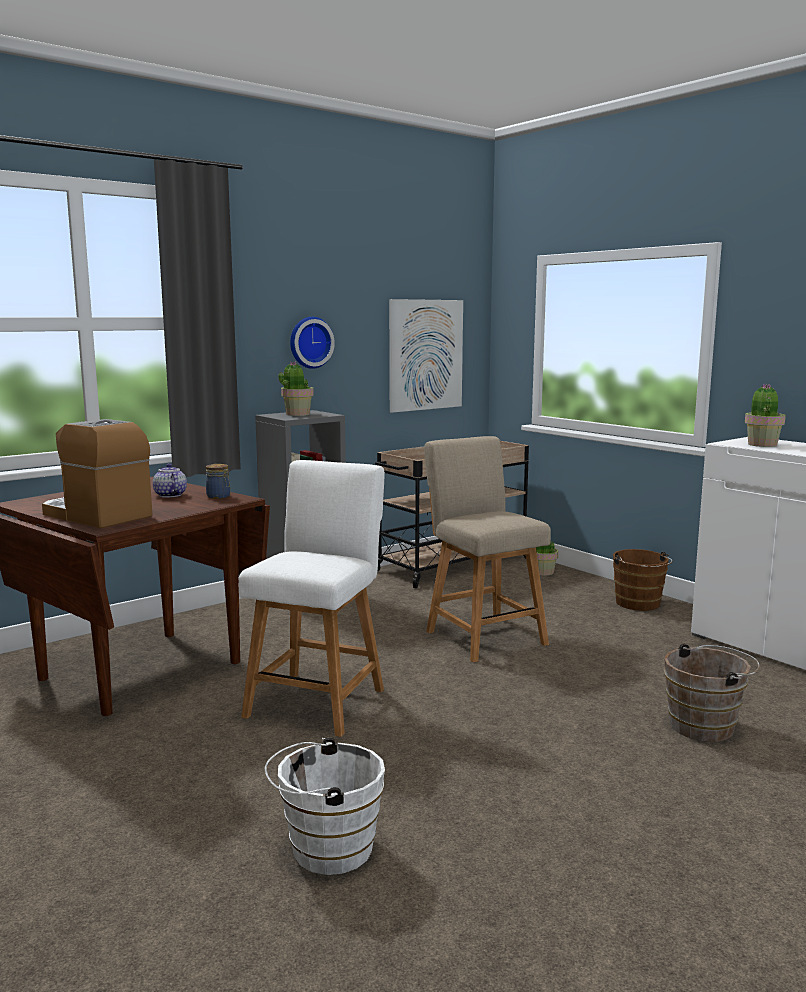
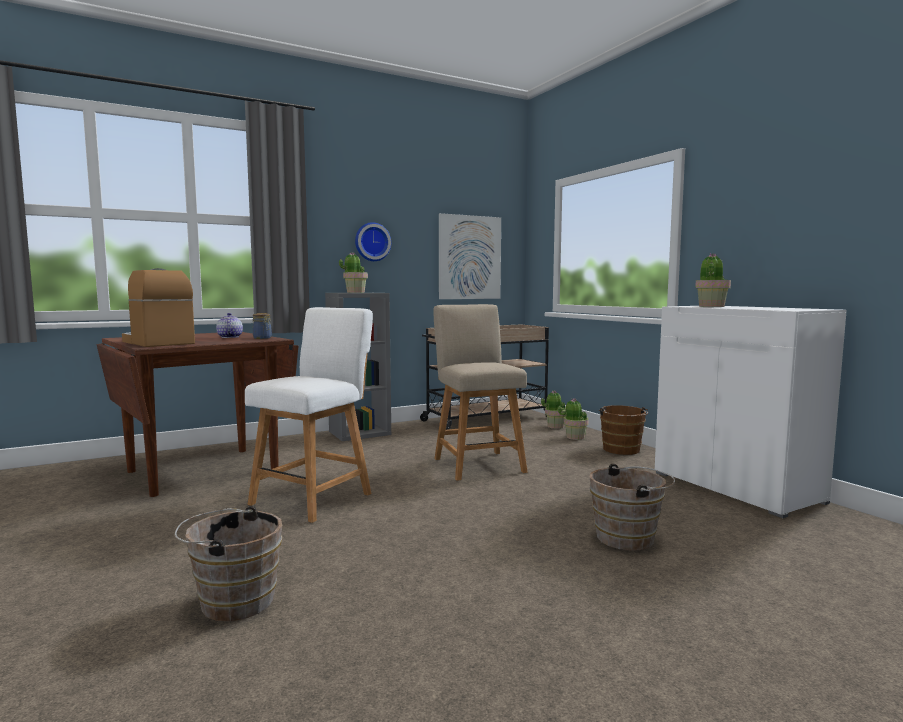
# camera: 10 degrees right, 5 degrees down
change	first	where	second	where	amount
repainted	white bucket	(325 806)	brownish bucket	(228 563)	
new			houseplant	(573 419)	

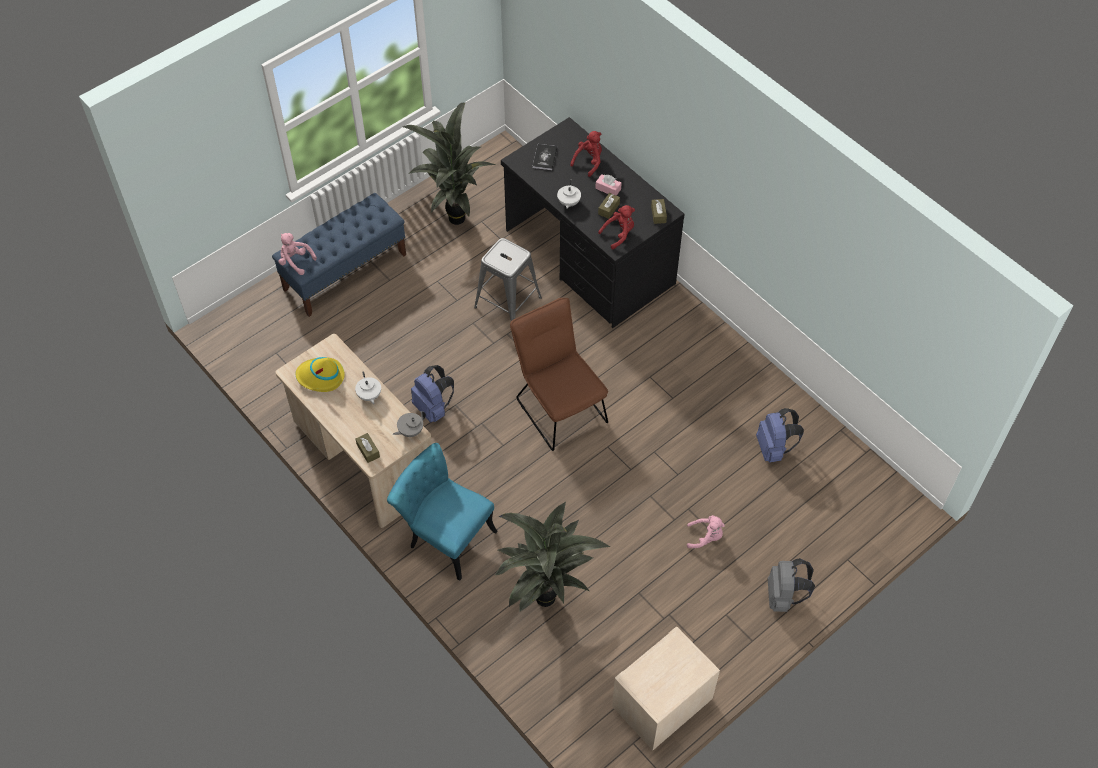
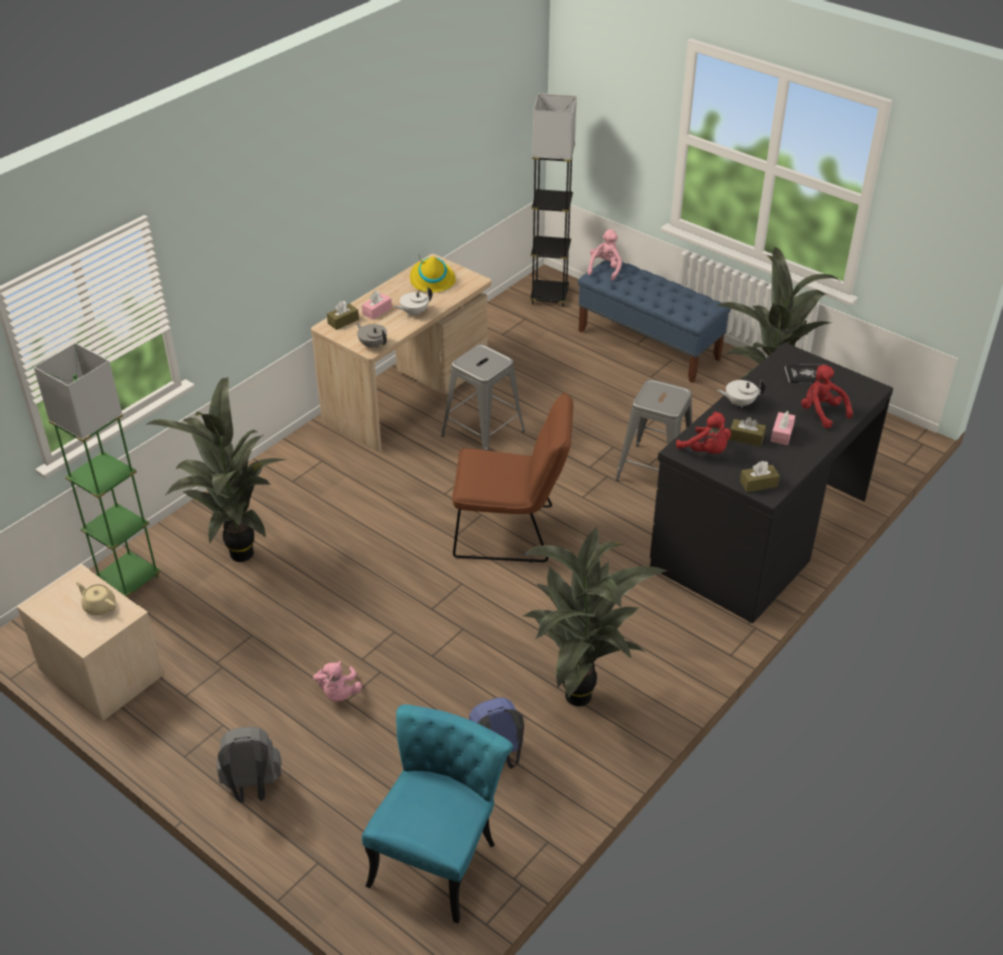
# camera: 80 degrees right, 15 degrees down
change	first	where	second	where	amount
rotated	red soft toy	(586 154)		(827 397)	150 degrees counterclockwise
rotated	brownish chair	(559 374)		(512 478)	45 degrees clockwise
swapped	bluish rucksack	(432 394)	grey stool seat	(483 397)	
shifted	turquoise chair	(442 512)		(437 813)	
new			grey standing lamp	(553 200)	
new			pinkish box of tissues	(377 305)	
new			green-coloured standing lamp	(97 470)	
new			houseplant	(595 617)	
new			beige tea pot	(95 598)	

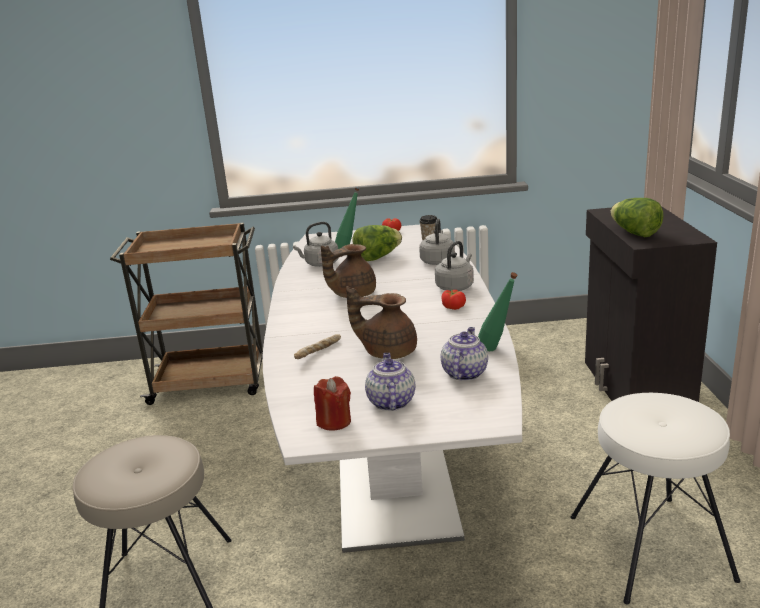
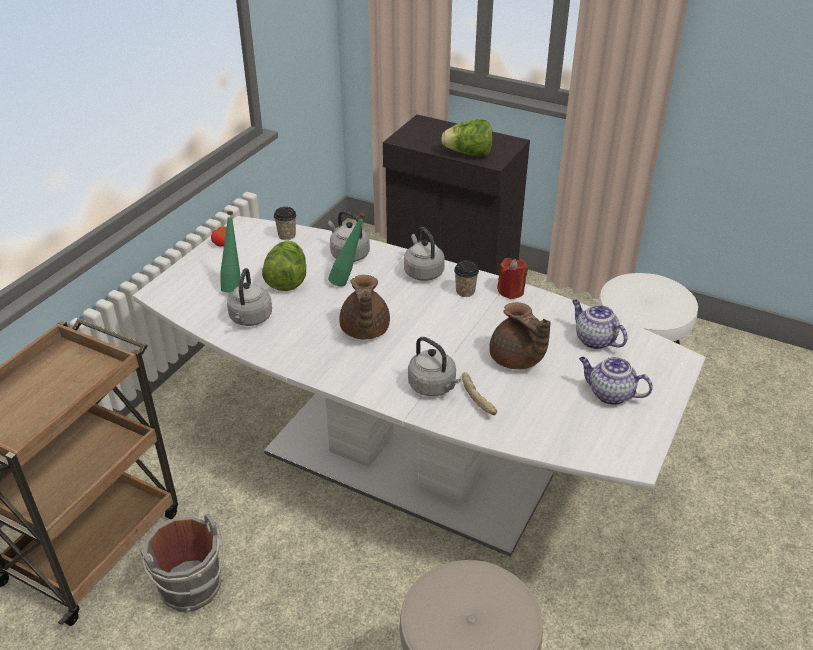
# camera: 60 degrees left, 15 degrees up
change	first	where	second	where	amount
shifted	green-coloured drink bottle	(498 311)		(347 250)	
rotated	brownish tea pot	(381 322)		(520 335)	75 degrees counterclockwise
swapped	fresh tomato	(454 300)	small cup	(466 279)	
shifted	red wax candle	(332 403)		(512 278)	
new			grey water kettle	(434 366)	
new			grey bucket	(182 563)	

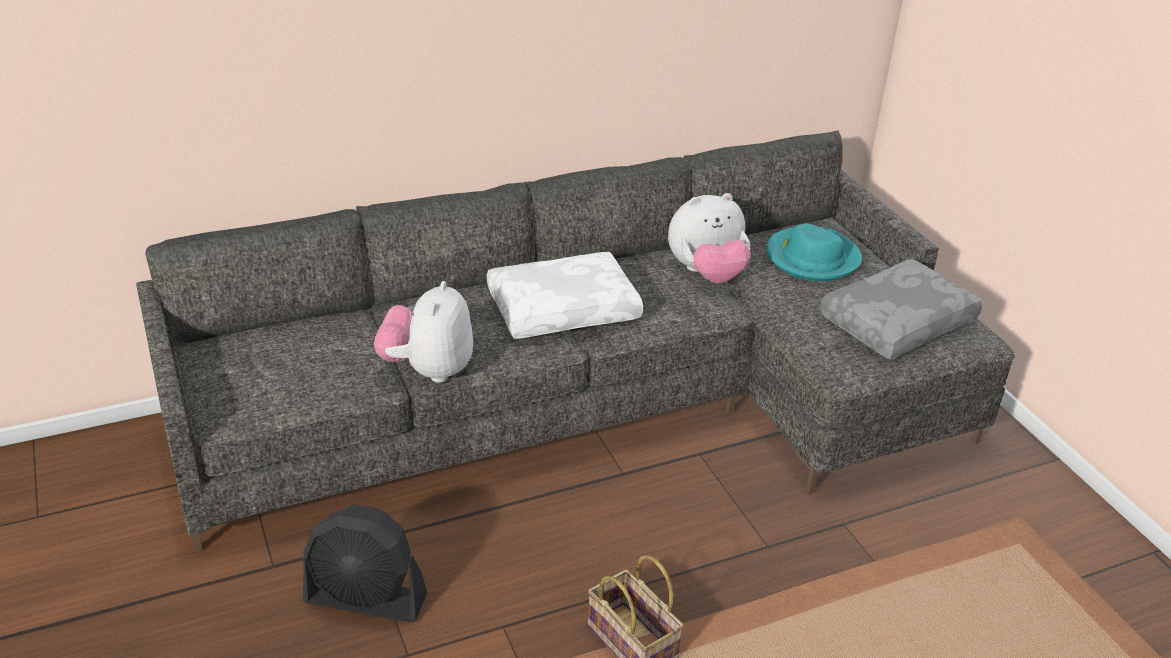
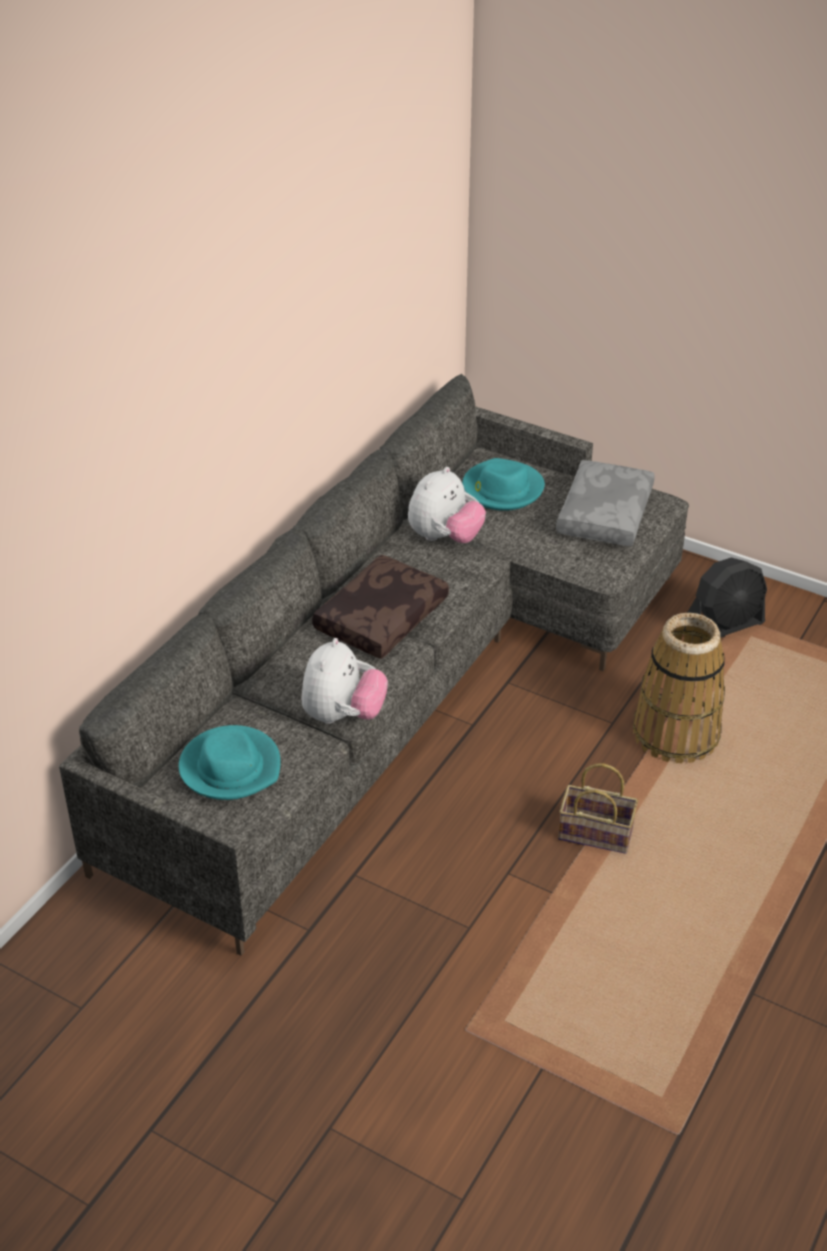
# camera: 35 degrees left, 5 degrees up
change	first	where	second	where	amount
repainted	white cushion	(565 295)	brownish cushion	(380 607)	
rotated	soft toy	(423 332)		(345 681)	135 degrees counterclockwise
shifted	black-coloured cooling fan	(365 563)		(725 600)	
new			storage basket	(679 688)	
new			turquoise wearable hat	(230 762)	

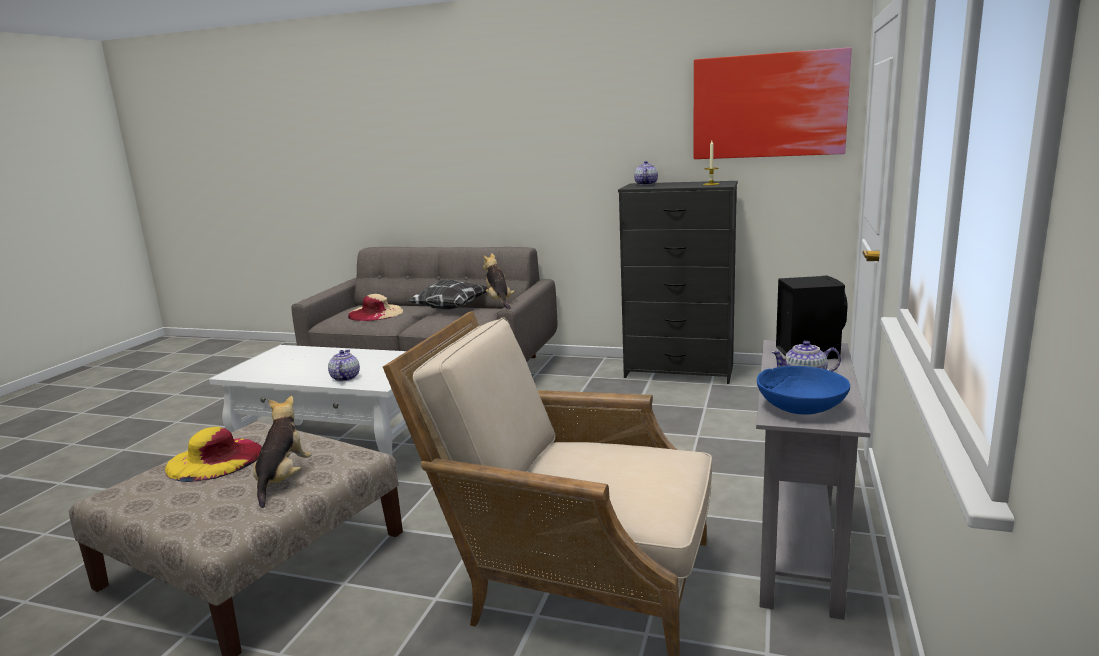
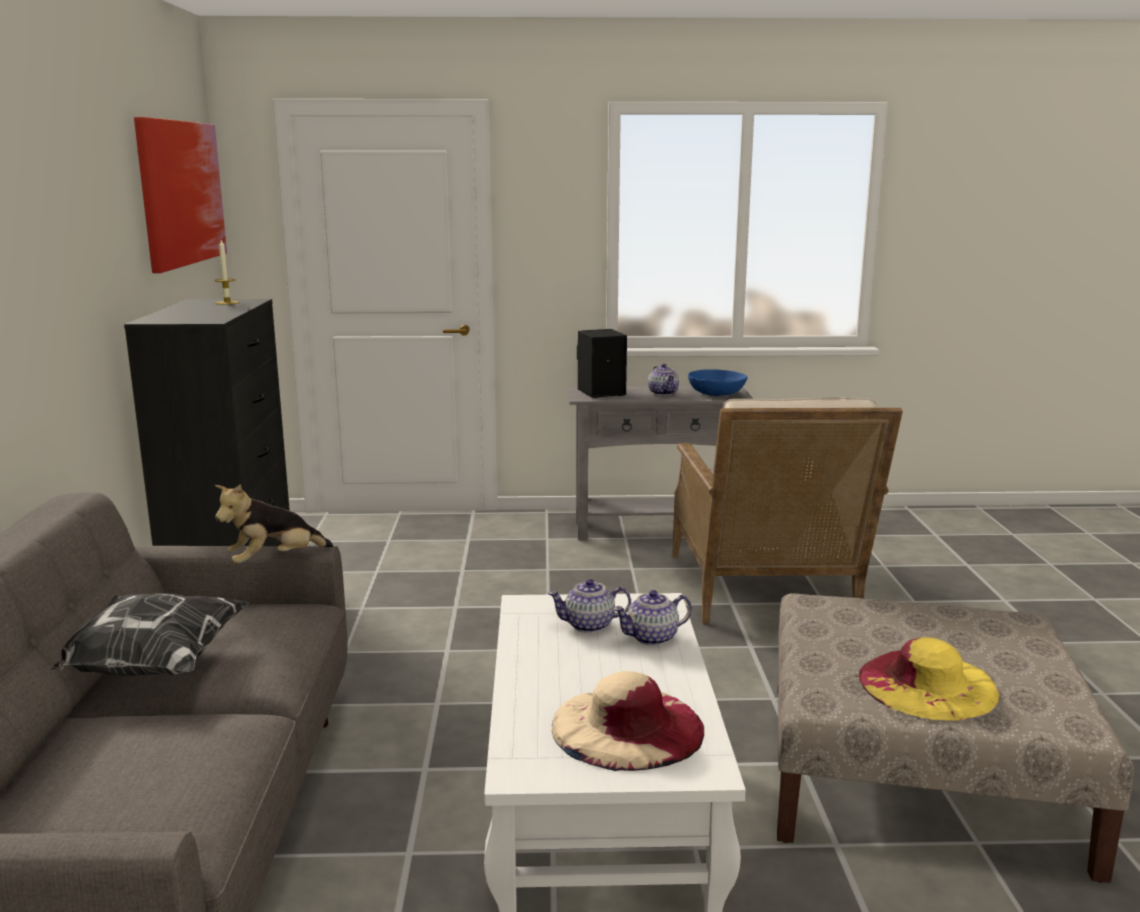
# camera: 110 degrees left, 0 degrees up
change	first	where	second	where	amount
shifted	tea pot	(646 173)		(589 606)	
shifted	beige wearable hat	(375 307)		(628 721)	
gone	soft toy	(282 452)			

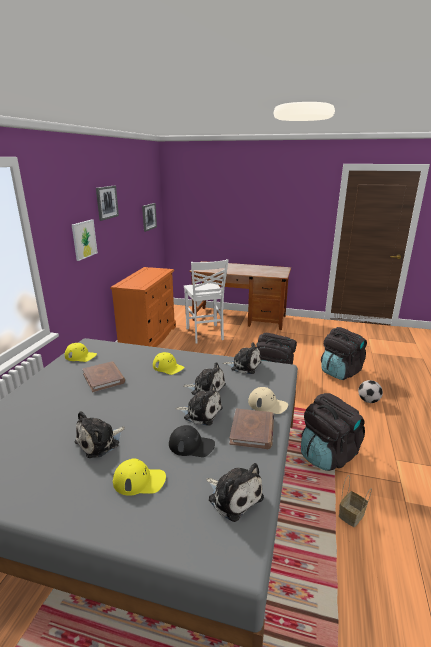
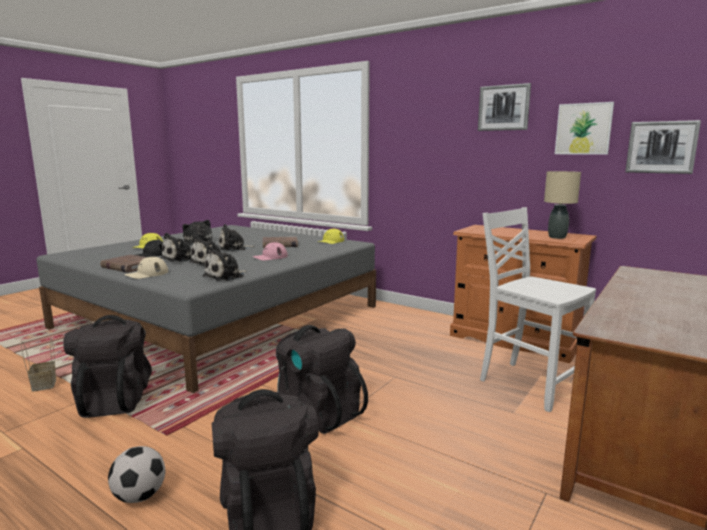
# camera: 110 degrees right, 10 degrees down
change	first	where	second	where	amount
shifted	picture	(85 240)		(584 128)	
rotated	white chair	(206 301)		(538 309)	45 degrees clockwise
repainted	yellow cap	(168 363)	pinkish cap	(270 251)	
shifted	soft toy	(235 492)		(236 237)	
new			beige table lamp	(562 205)	

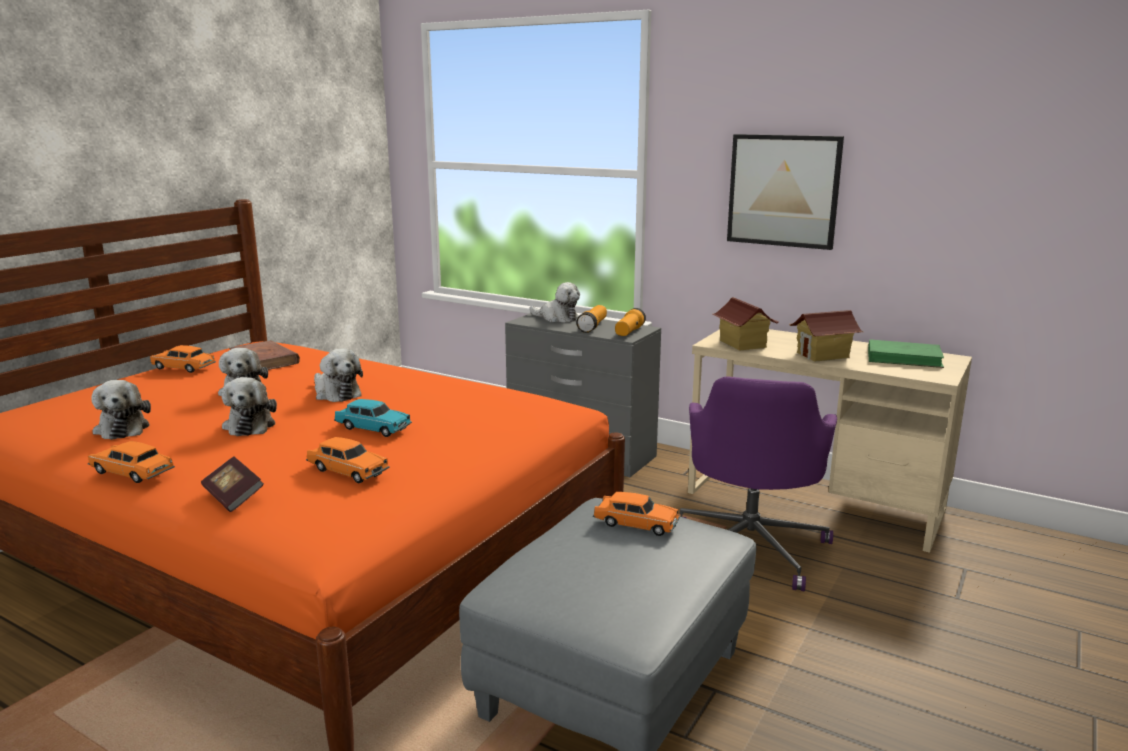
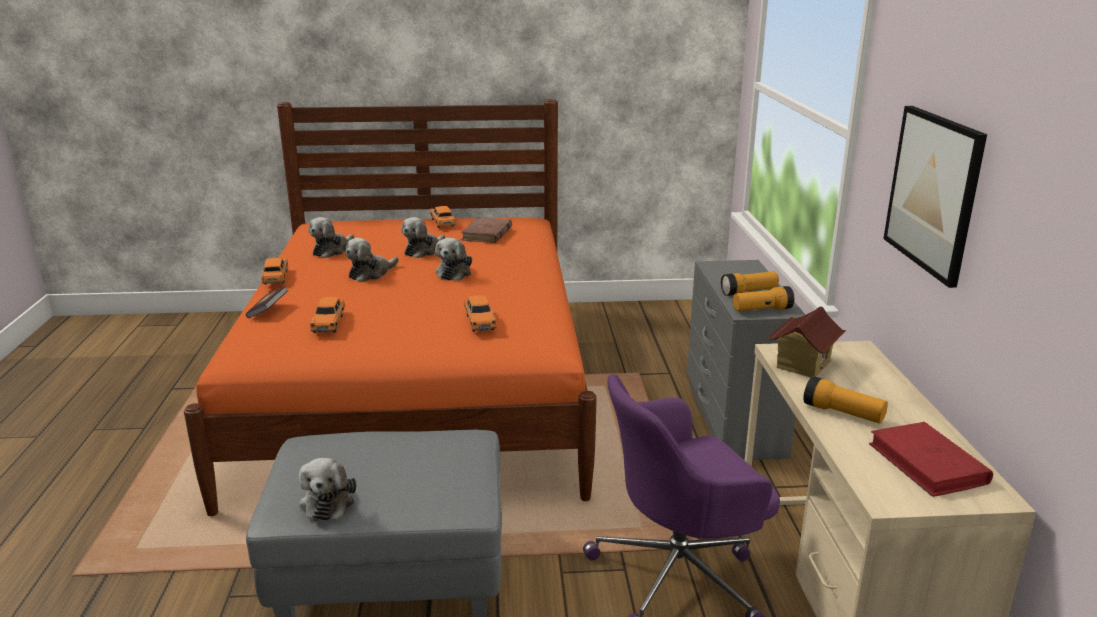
# camera: 55 degrees right, 5 degrees up
change	first	where	second	where	amount
shifted	soft toy	(554 302)		(327 489)	
swapped	model house	(826 336)	hand torch	(845 400)	
repainted	green-coloured book	(906 353)	red book	(931 459)	
gone	turquoise model car	(373 418)			
shifted	orange model car	(636 514)		(480 313)	

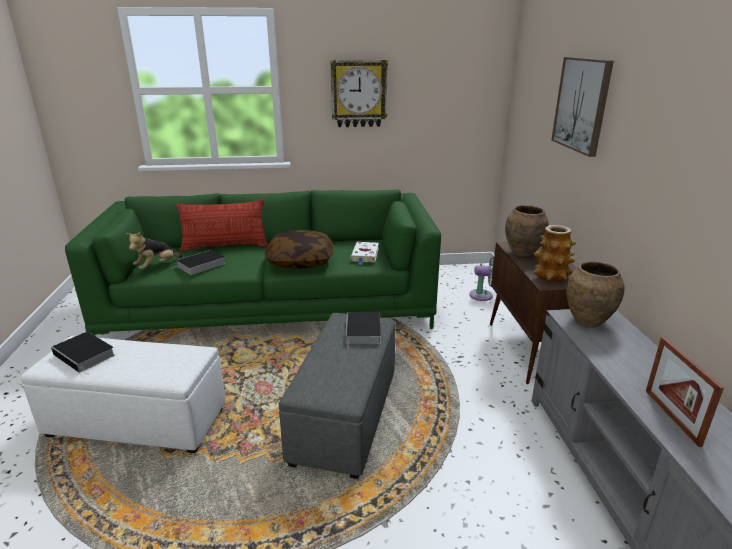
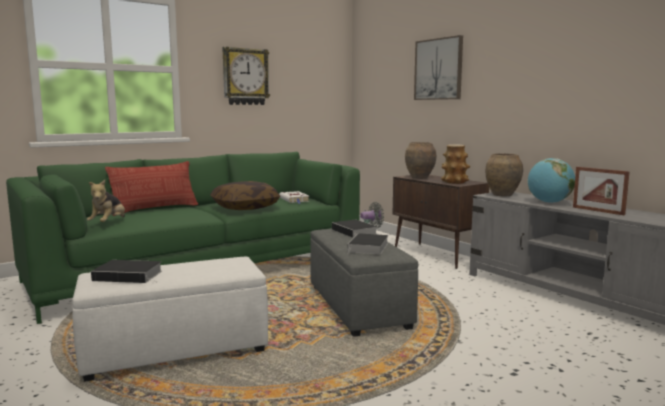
# camera: 30 degrees left, 15 degrees down
change	first	where	second	where	amount
shifted	book	(199 262)		(367 244)	
new			desk globe	(551 180)	

